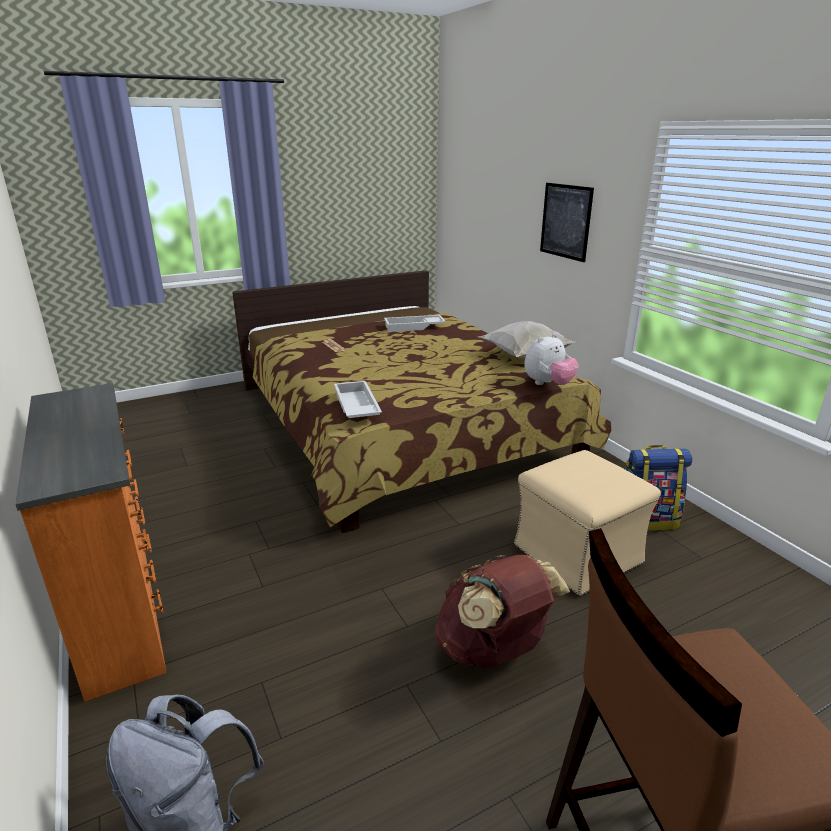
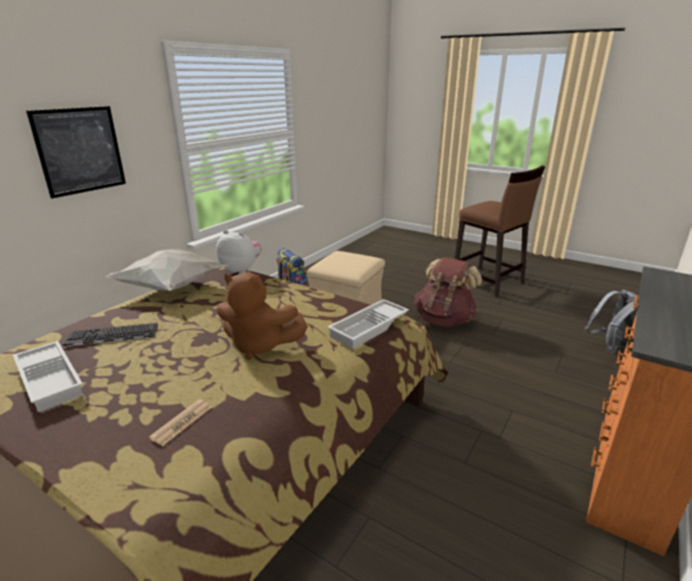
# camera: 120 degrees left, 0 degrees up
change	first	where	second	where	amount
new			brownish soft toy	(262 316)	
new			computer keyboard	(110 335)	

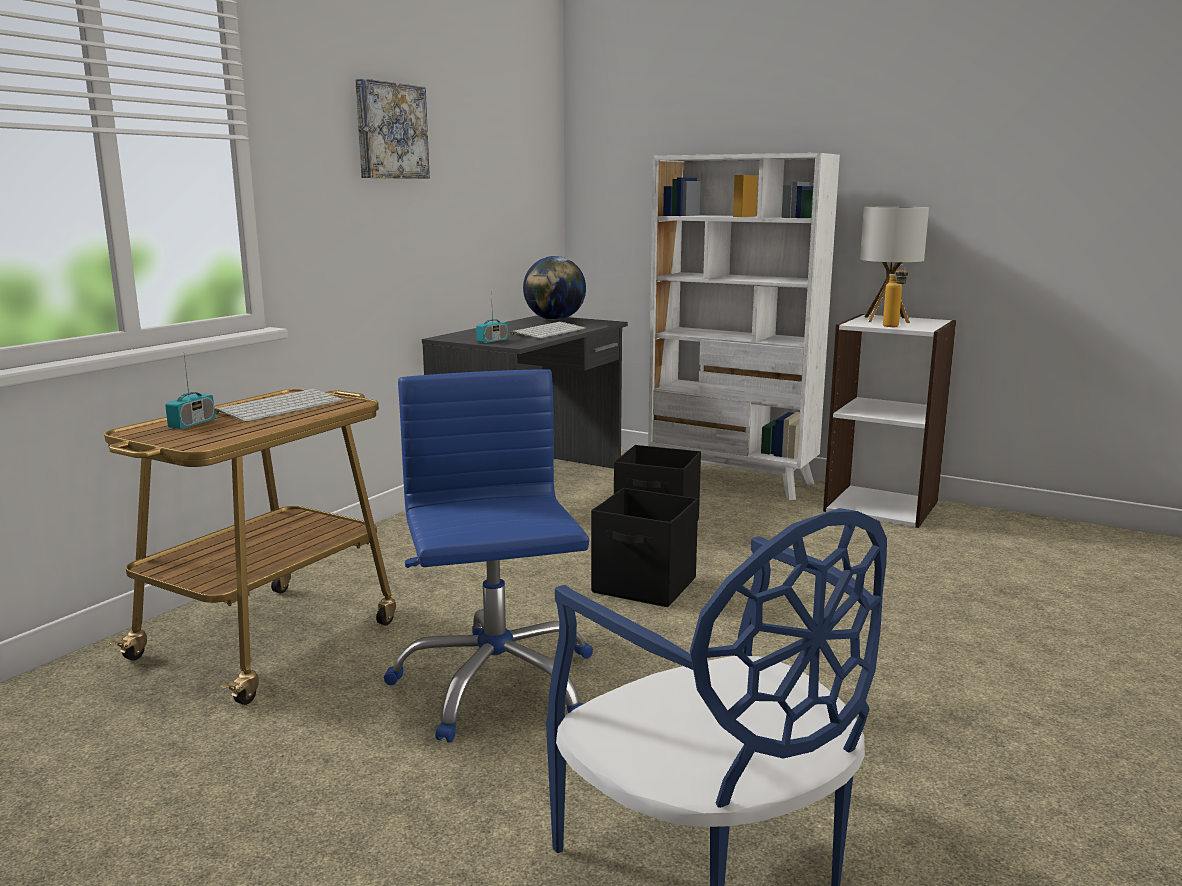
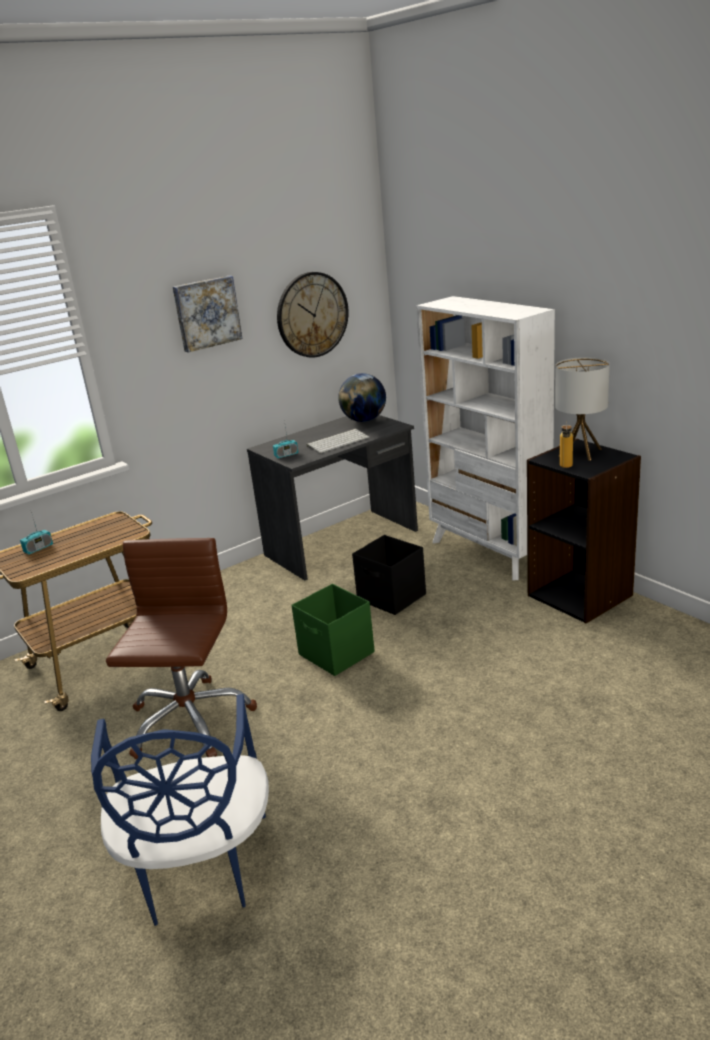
# camera: 25 degrees right, 10 degrees up
change	first	where	second	where	amount
repainted	white shelving unit	(889 421)	black-coloured shelving unit	(584 531)	
repainted	bluish office chair	(488 556)	brownish office chair	(181 648)	
gone	computer keyboard	(279 405)			
repainted	black-coloured storage container	(644 547)	green-coloured storage container	(332 630)	
new			hanging clock	(312 315)	

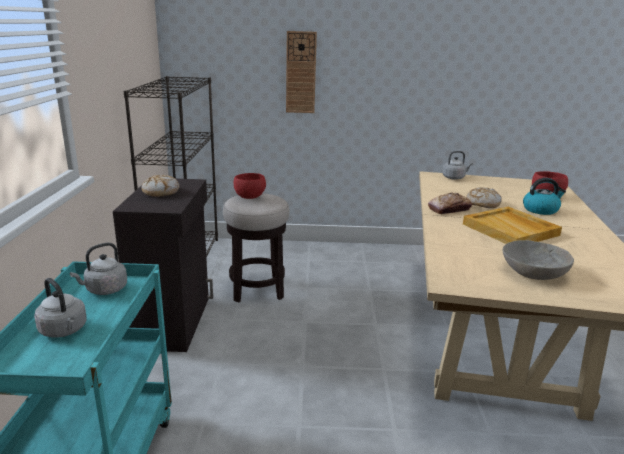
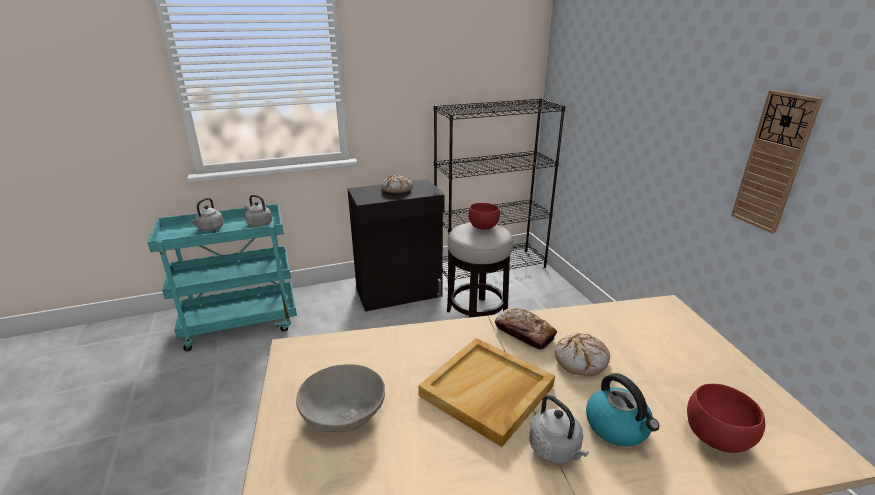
# camera: 70 degrees right, 5 degrees up
change	first	where	second	where	amount
shifted	hanging clock	(301 72)		(777 162)	
shifted	grey water kettle	(458 165)		(559 429)	

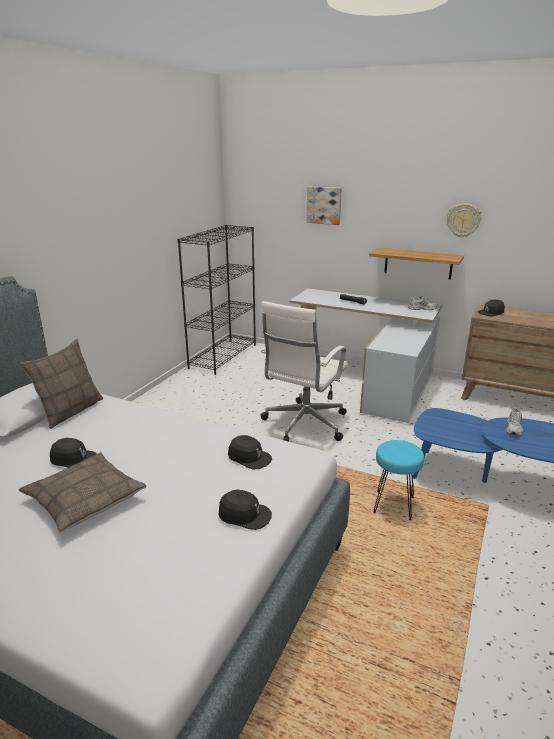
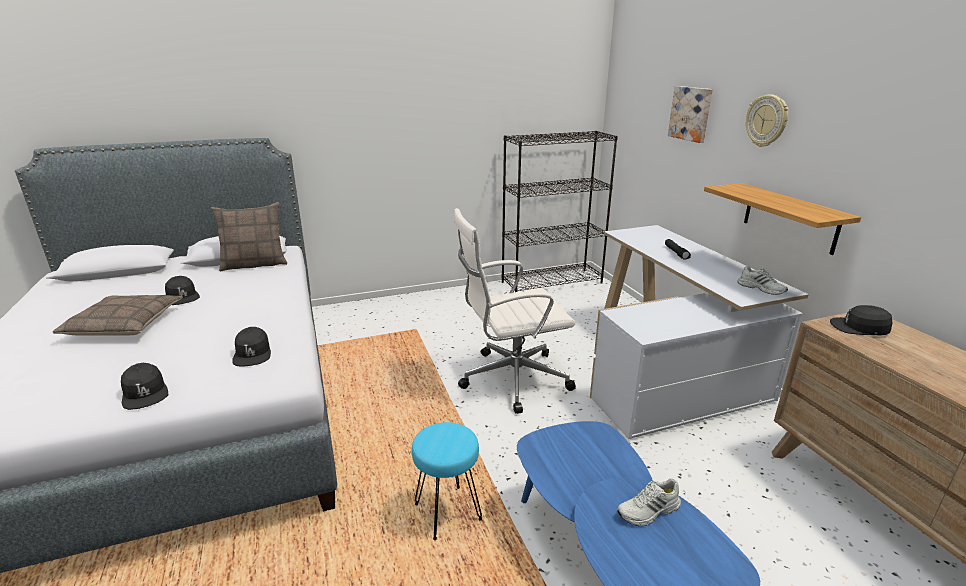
# camera: 45 degrees right, 0 degrees up
change	first	where	second	where	amount
shifted	hanging clock	(464 220)		(767 121)	

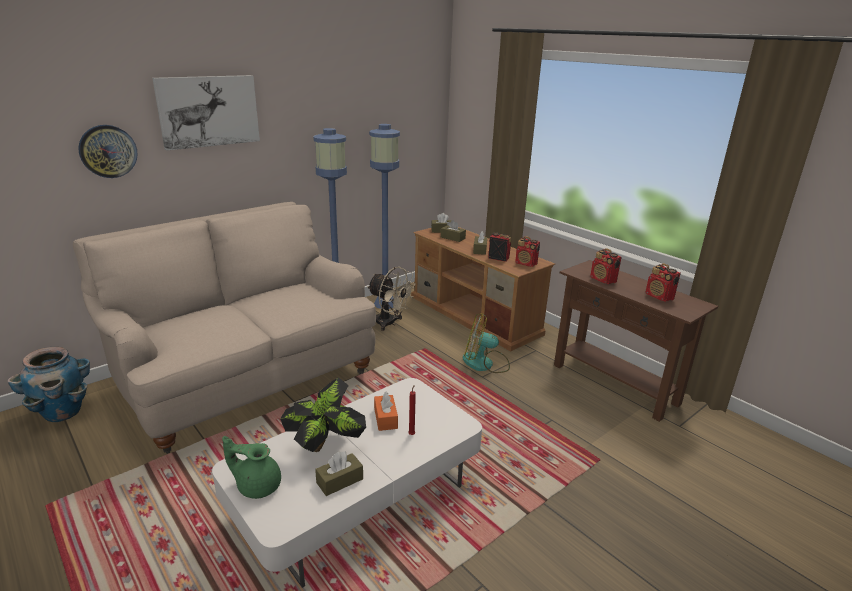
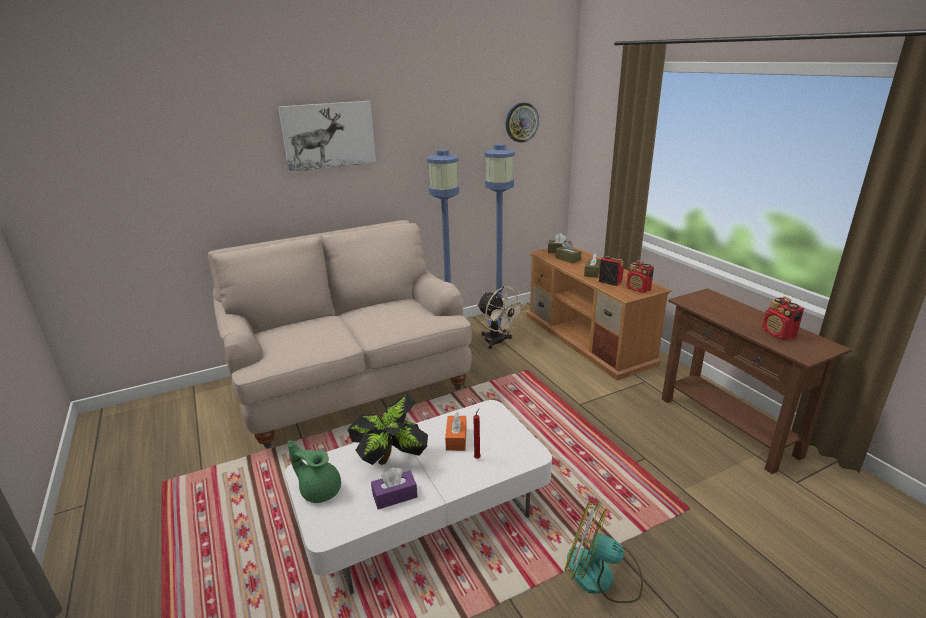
# camera: 15 degrees right, 0 degrees up
change	first	where	second	where	amount
shifted	hanging clock	(108 151)		(522 123)	
gone	radio	(606 266)			
shifted	cooling fan	(486 343)		(604 552)	
gone	planter	(49 384)			
repainted	brownish box of tissues	(339 473)	purplish box of tissues	(394 489)	

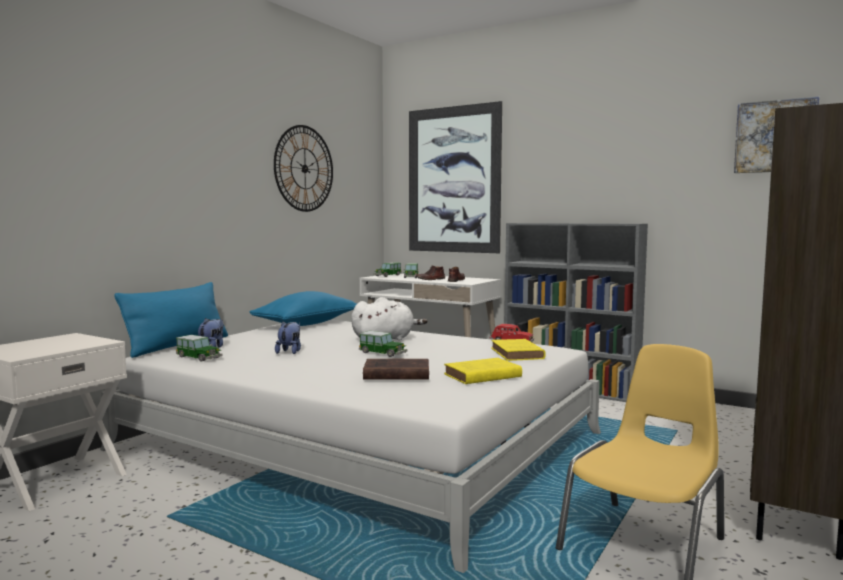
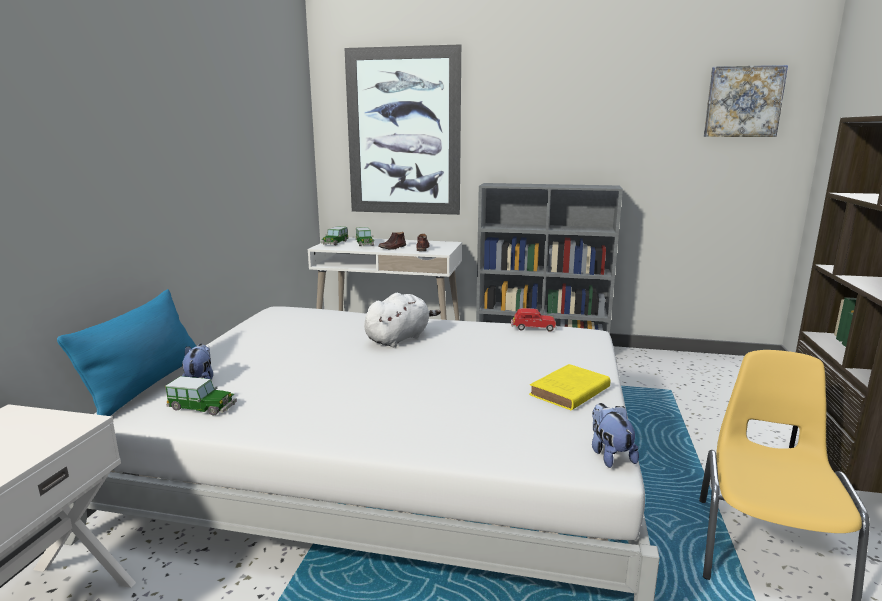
# camera: 20 degrees left, 10 degrees up
change	first	where	second	where	amount
gone	hanging clock	(303 168)			
gone	bluish cushion	(303 308)			
shifted	soft toy	(288 337)		(615 435)	
gone	model car	(383 344)			
gone	yellow book	(518 350)			
gone	brownish book	(396 369)			

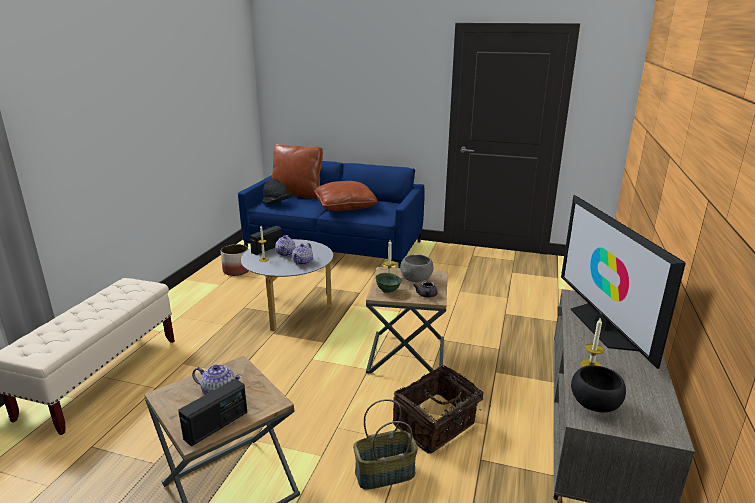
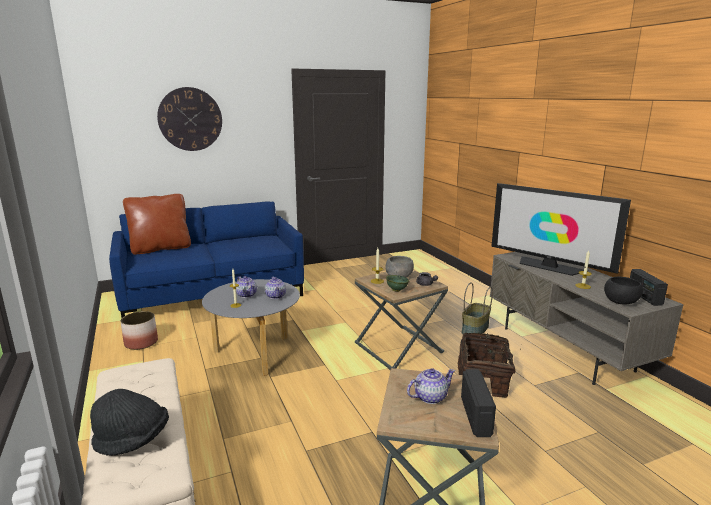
# camera: 40 degrees left, 5 degrees down
change	first	where	second	where	amount
shifted	black-coloured wearable hat	(277 191)		(129 422)	
gone	brownish cushion	(346 196)			
shifted	radio	(266 240)		(649 287)	
shifted	storage basket	(385 444)		(477 308)	
new			hanging clock	(189 119)	

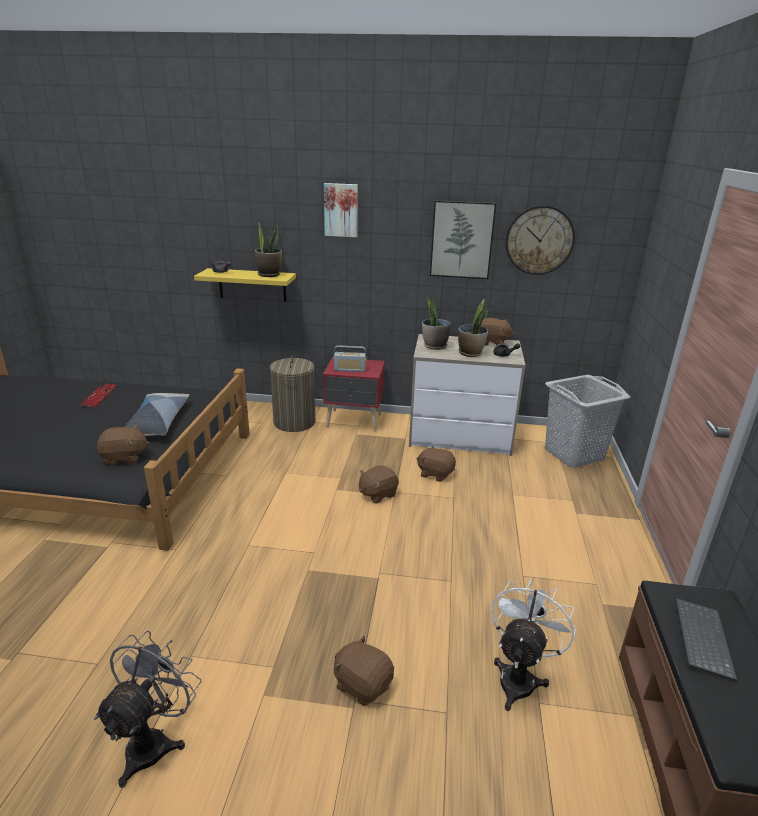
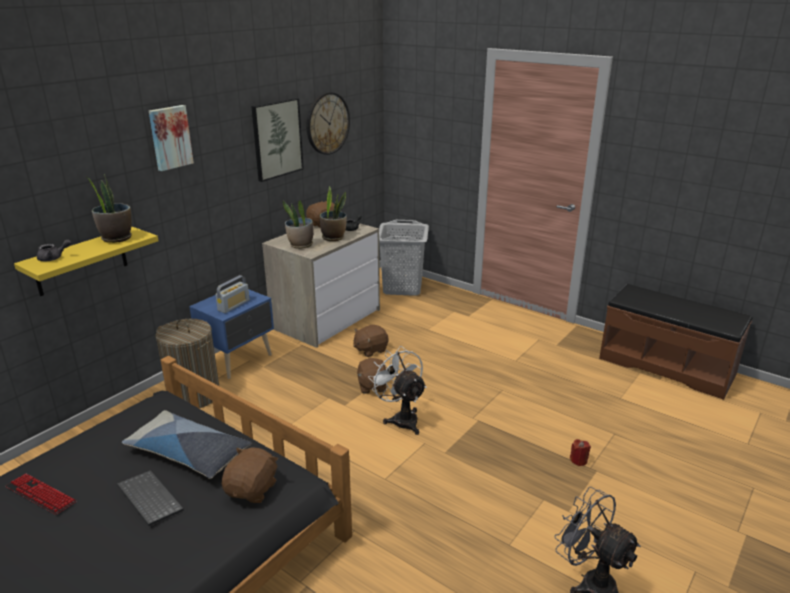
# camera: 60 degrees left, 0 degrees up
change	first	where	second	where	amount
repainted	red nightstand	(354 394)	bluish nightstand	(231 334)	
shifted	white cooling fan	(533 644)		(397 390)	
shifted	computer keyboard	(706 640)		(150 498)	
swapped	brownish soft toy	(364 670)	red wax candle	(580 452)	

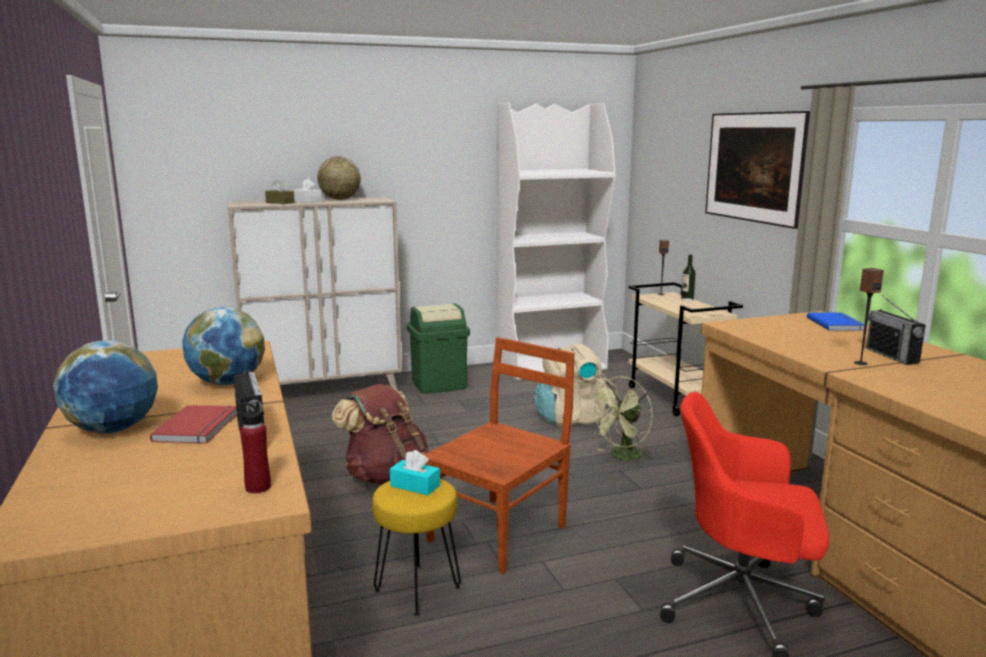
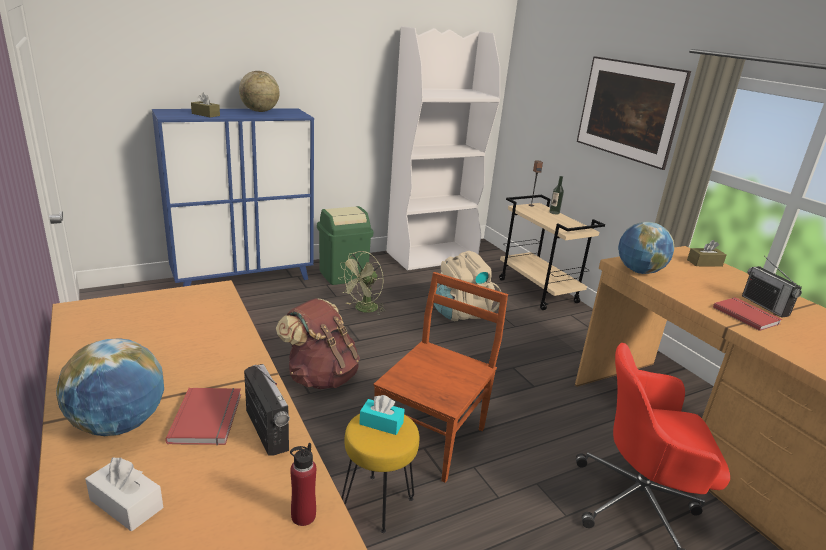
# camera: 10 degrees left, 10 degrees up
change	first	where	second	where	amount
shifted	white box of tissues	(308 190)		(124 494)	
repainted	beige storage cabinet	(314 293)	bluish storage cabinet	(233 198)	
swapped	audio speaker	(869 316)	red book	(747 314)	
shifted	desk globe	(223 346)		(646 248)	
swapped	bluish book	(836 321)	brownish box of tissues	(706 253)	
shifted	green-coloured cooling fan	(620 420)		(361 283)	

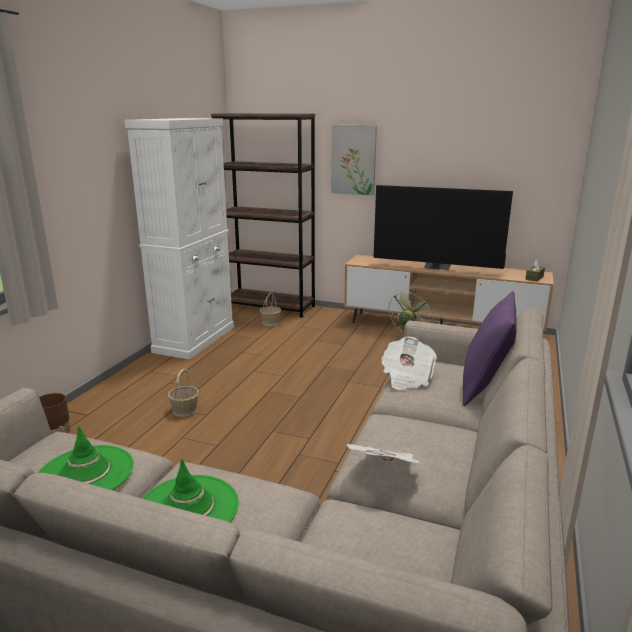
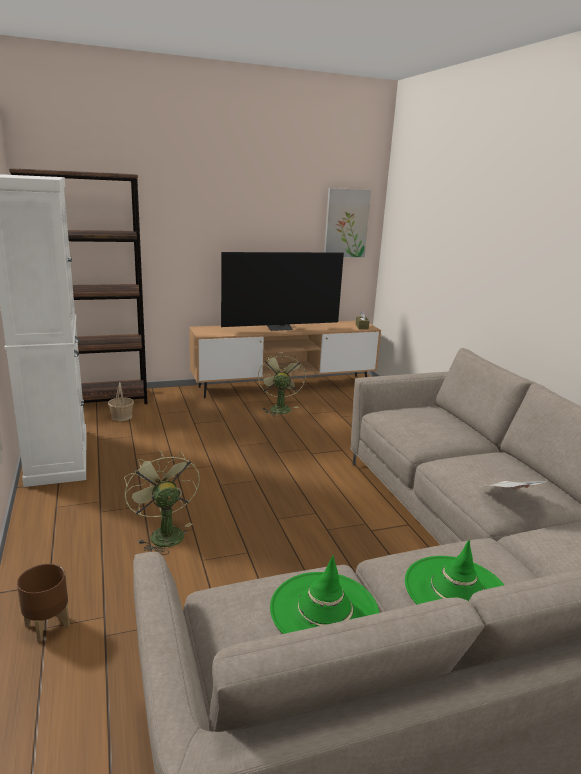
# camera: 40 degrees left, 0 degrees up
change	first	where	second	where	amount
shifted	picture	(354 160)		(347 222)	
gone	purplish cushion	(490 348)			
gone	newspaper	(409 363)			
swapped	storage basket	(183 393)	green-coloured cooling fan	(162 502)	

